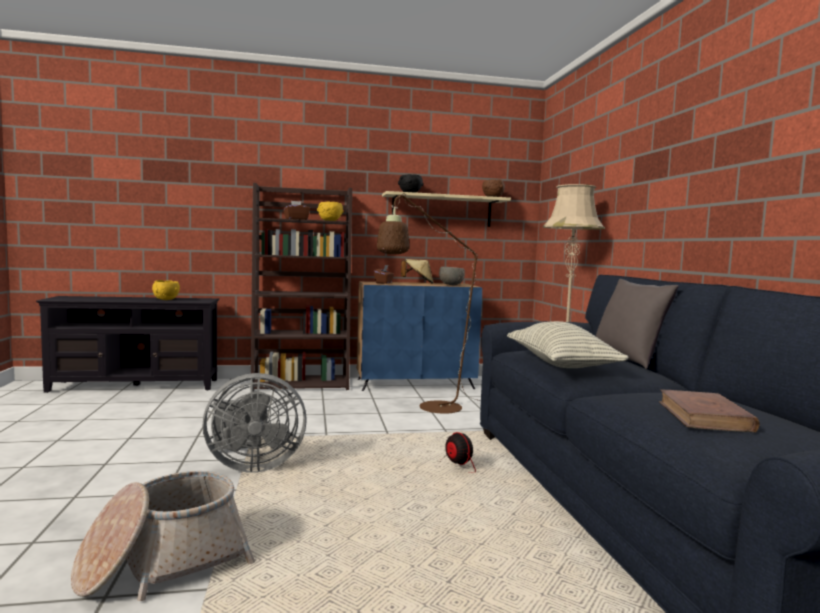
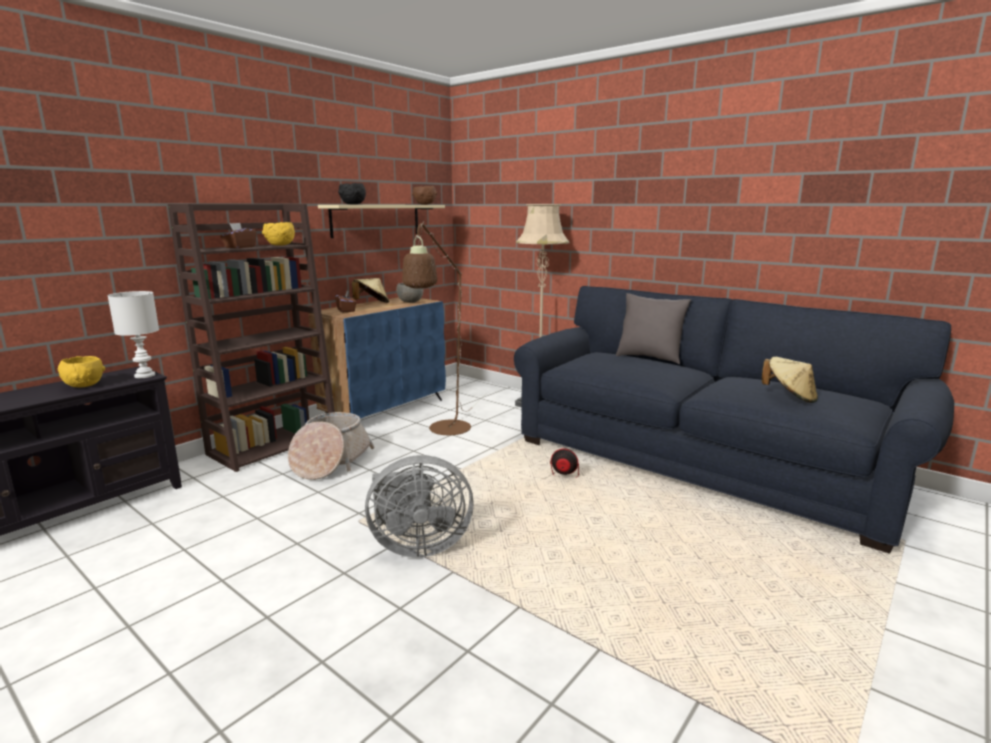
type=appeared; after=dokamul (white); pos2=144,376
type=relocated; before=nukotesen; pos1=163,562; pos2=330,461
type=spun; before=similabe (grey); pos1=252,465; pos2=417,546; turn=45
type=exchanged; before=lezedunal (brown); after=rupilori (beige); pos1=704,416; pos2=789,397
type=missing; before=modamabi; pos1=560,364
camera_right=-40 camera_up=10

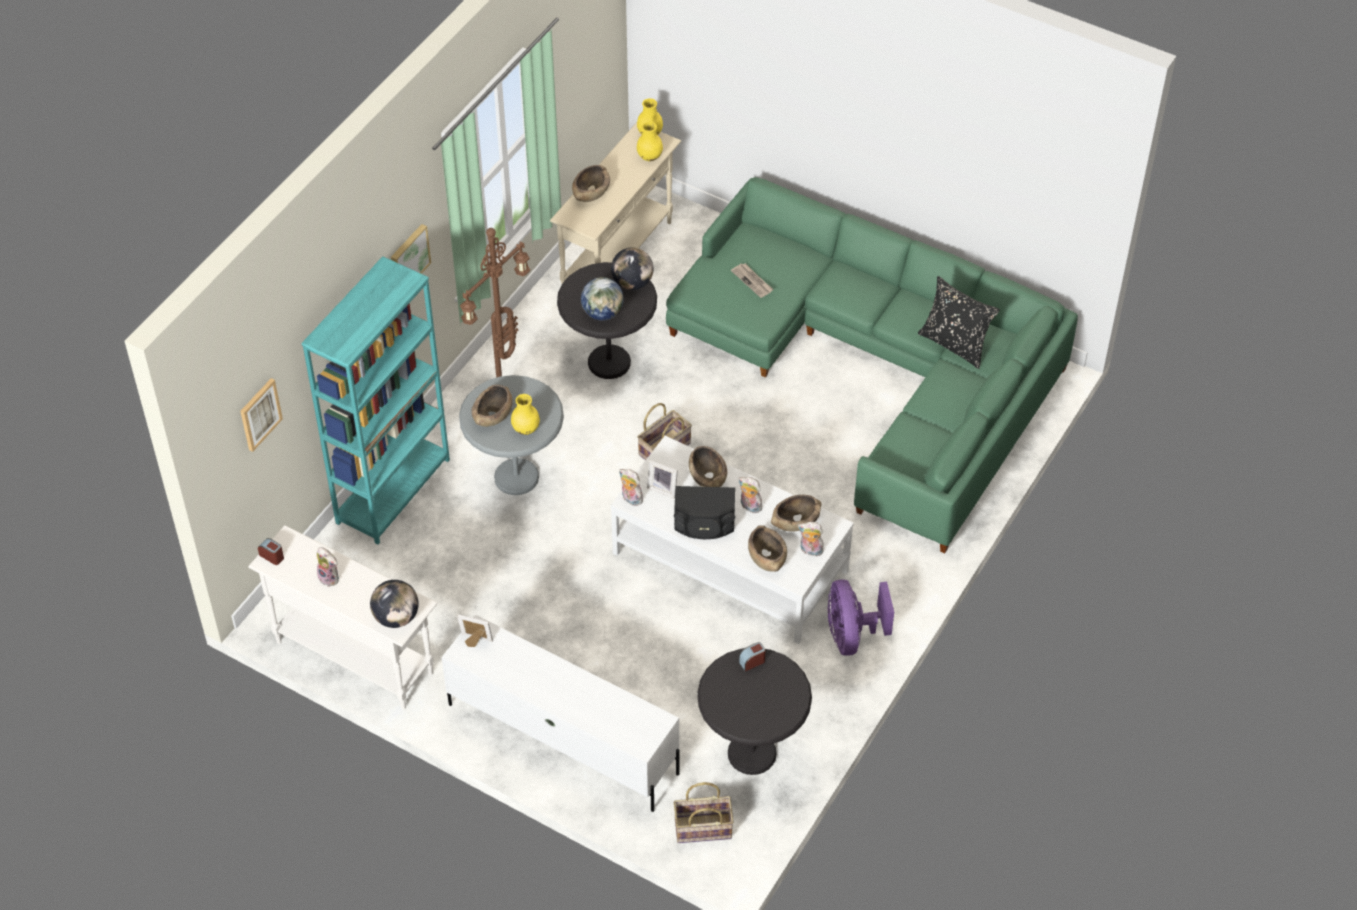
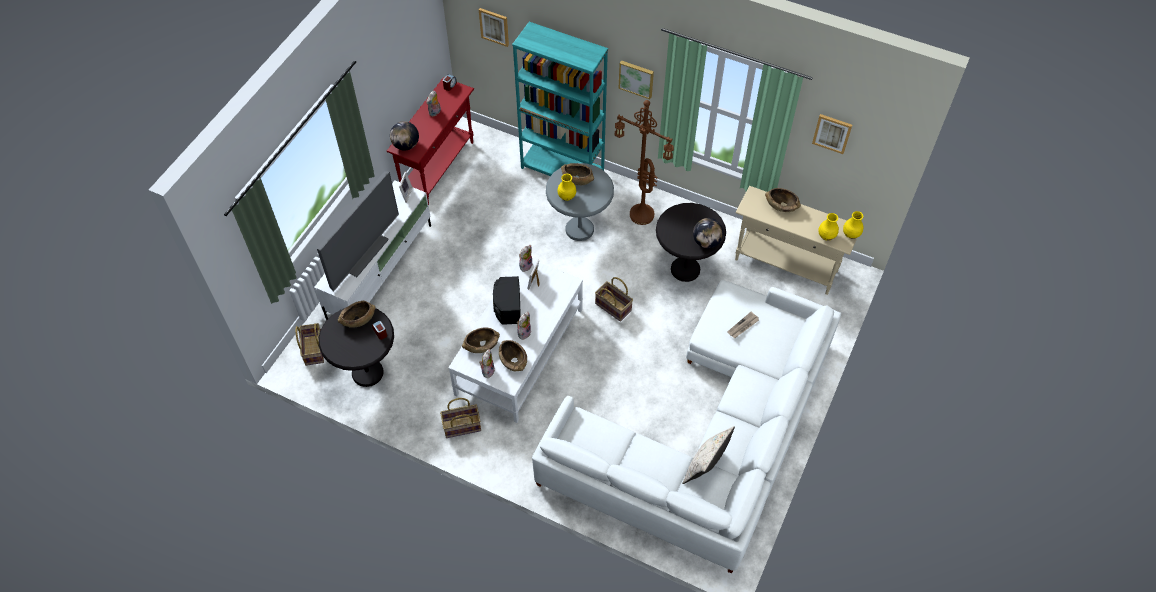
type=appeared; after=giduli; pos2=362,252
type=relocated; before=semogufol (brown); pos1=708,476; pos2=358,319
type=colour; before=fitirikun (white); after=fitirikun (red); pos1=354,657; pos2=438,168
type=exchanged; before=similabe (purple); after=nukotesen; pos1=851,635; pos2=462,427
type=colour; before=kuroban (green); after=kuroban (white); pos1=877,369; pos2=708,435
type=colour; before=modamabi (black); after=modamabi (beige); pos1=955,344; pos2=705,466
type=appeared; after=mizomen; pos2=832,133
type=missing; before=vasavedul; pos1=602,313
camera_right=85 camera_up=5

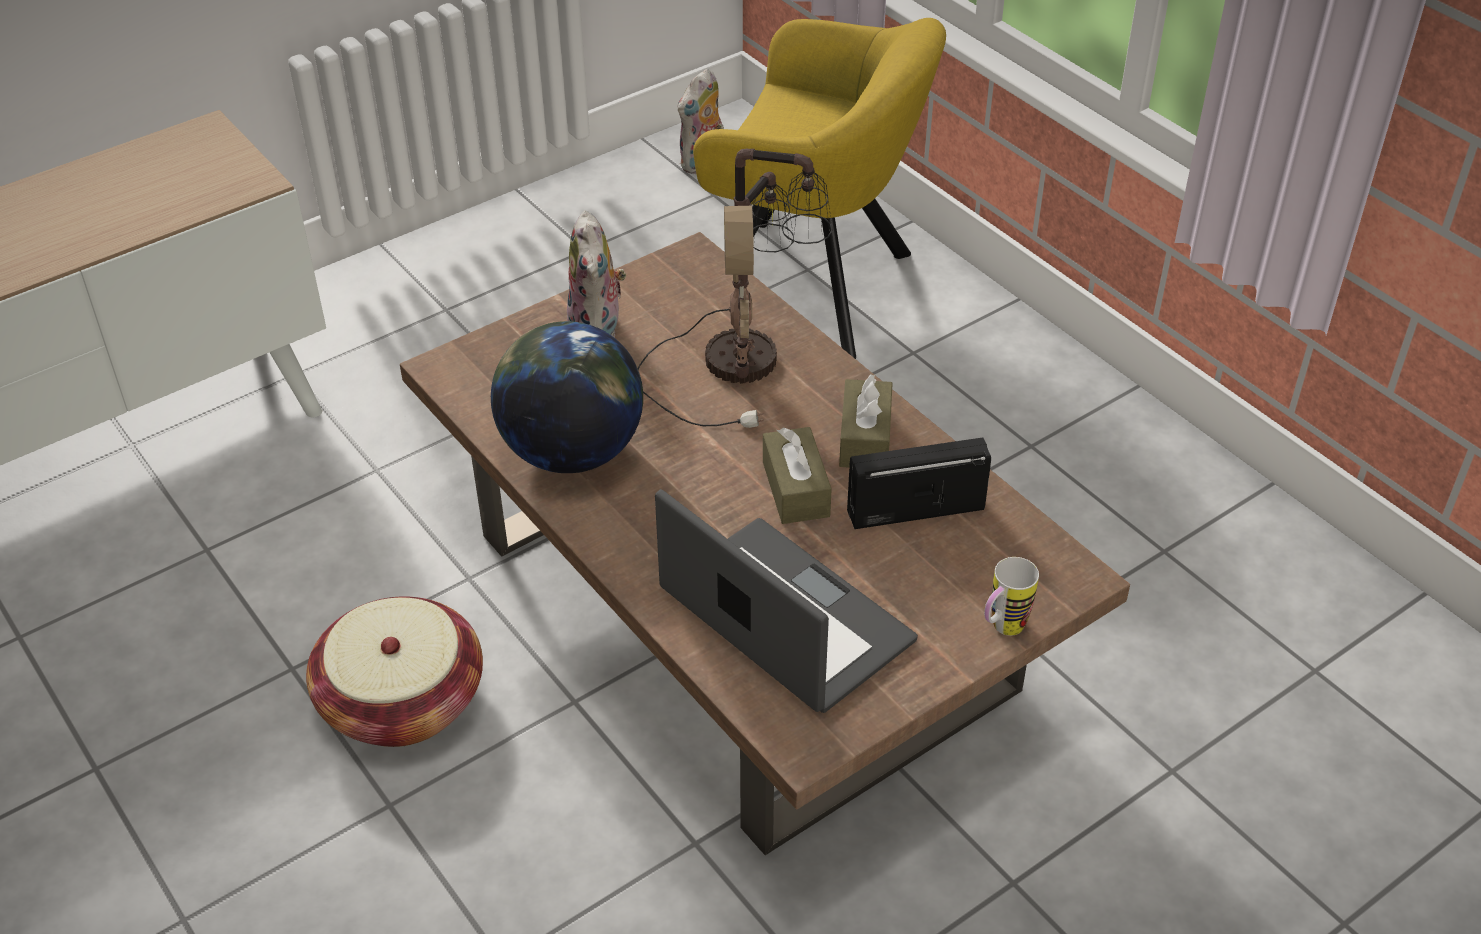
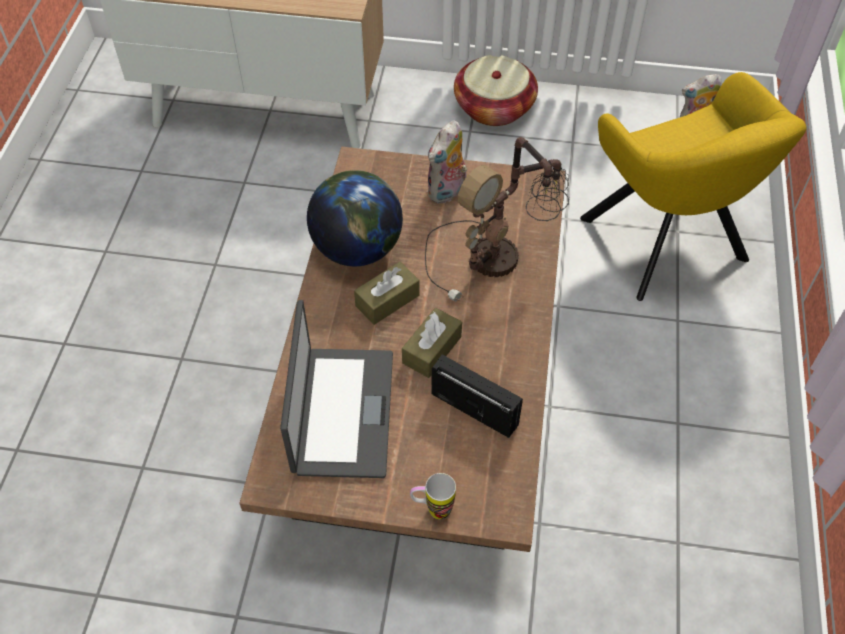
type=relocated; before=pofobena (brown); pos1=865,438; pos2=387,300
type=relocated; before=nukotesen; pos1=402,701; pos2=494,107
camera_right=45 camera_up=10

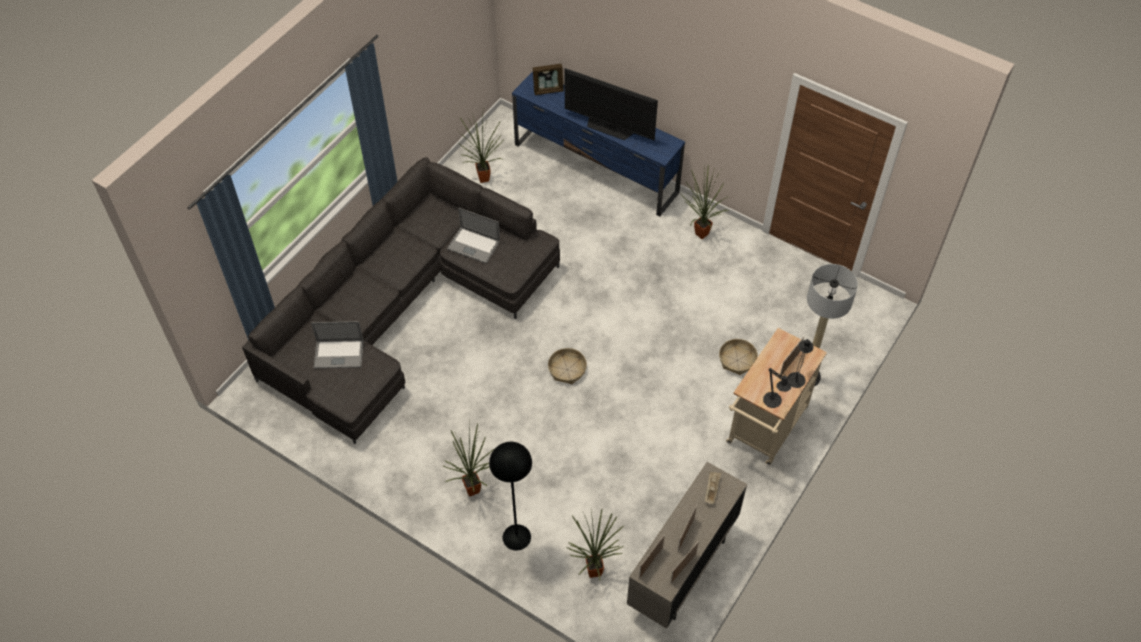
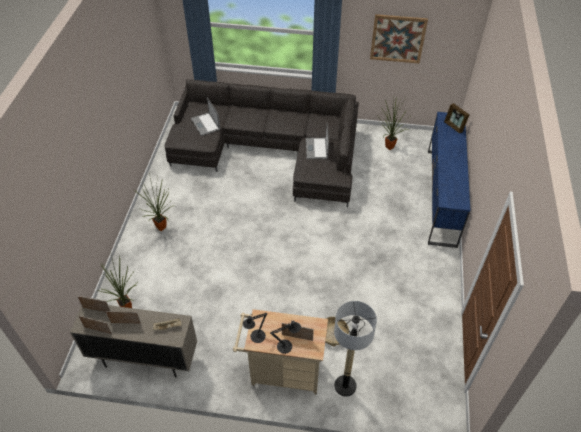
type=appeared; after=mizomen; pos2=397,39
type=missing; before=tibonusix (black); pos1=516,537
type=missing; before=nukotesen; pos1=567,370
type=missing; before=giduli; pos1=609,127
type=missing; before=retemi; pos1=699,235
camera_right=65 camera_up=-5

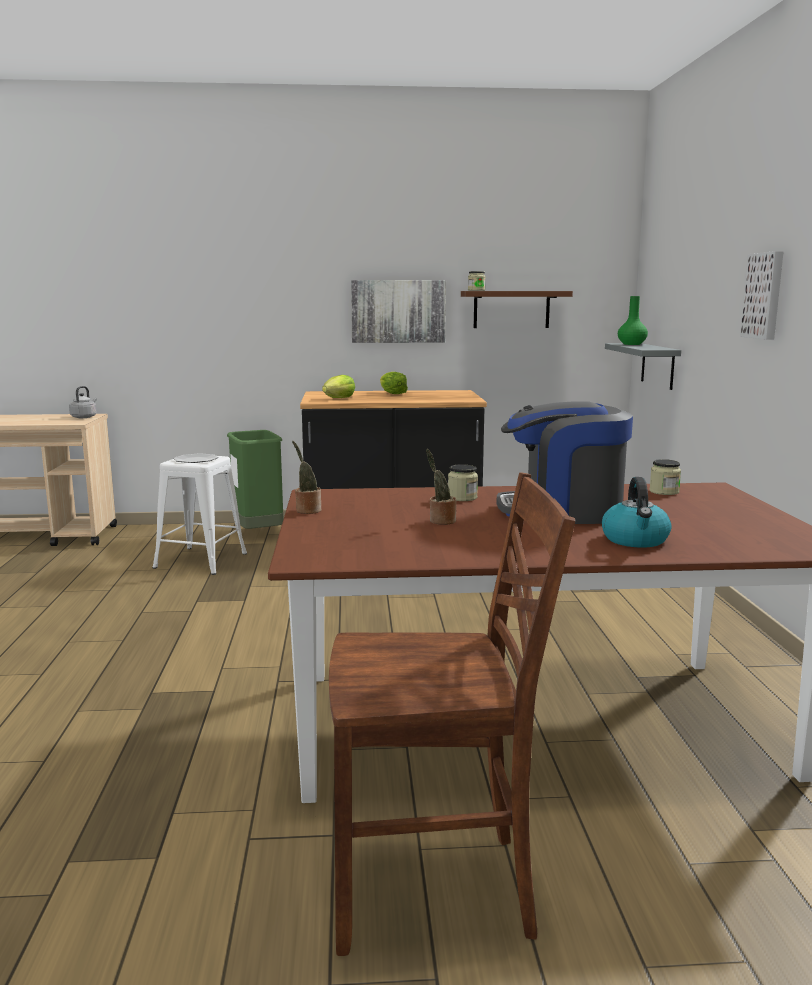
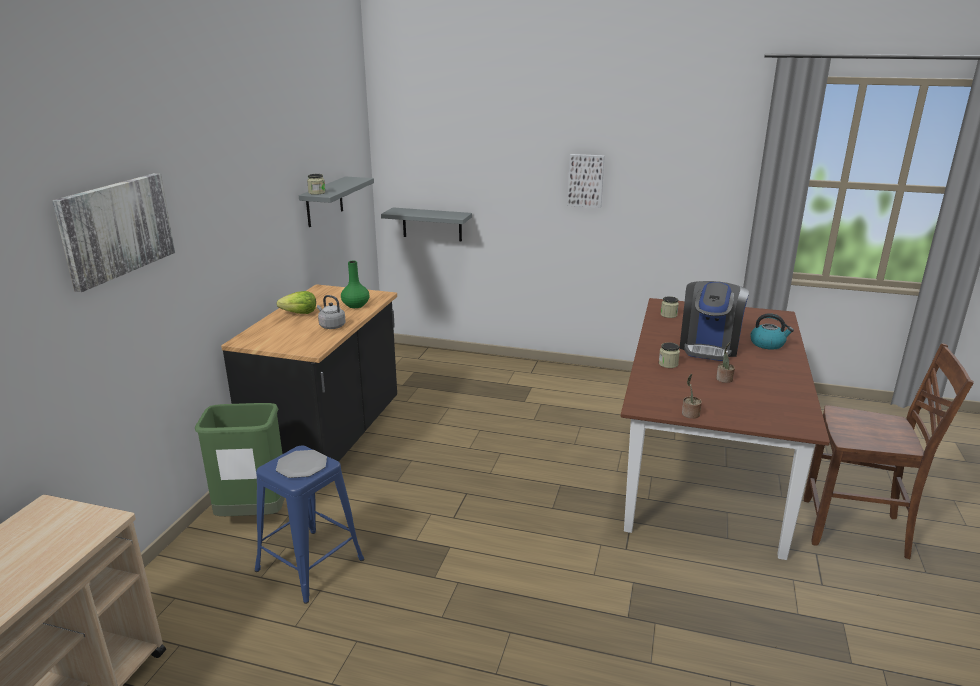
type=relocated; before=mizomen; pos1=398,311; pos2=116,228
type=colour; before=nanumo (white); after=nanumo (blue); pos1=201,560; pos2=310,564
type=colour; before=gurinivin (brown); after=gurinivin (grey); pos1=511,309; pos2=324,202
type=relocated; before=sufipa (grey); pos1=84,417; pos2=331,326
type=relocated; before=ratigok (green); pos1=631,344; pos2=355,305
type=spun; before=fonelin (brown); pos1=435,889; pos2=857,530; turn=90
type=missing; before=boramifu; pos1=339,398
camera_right=-70 camera_up=10

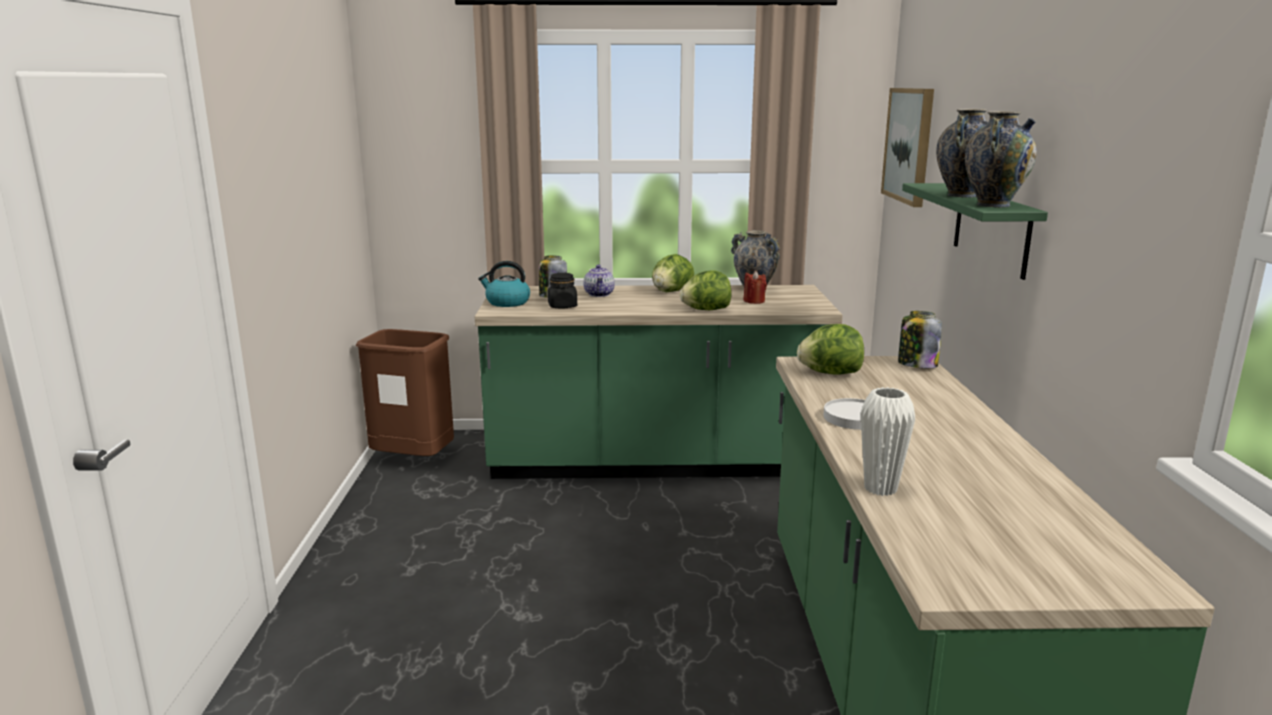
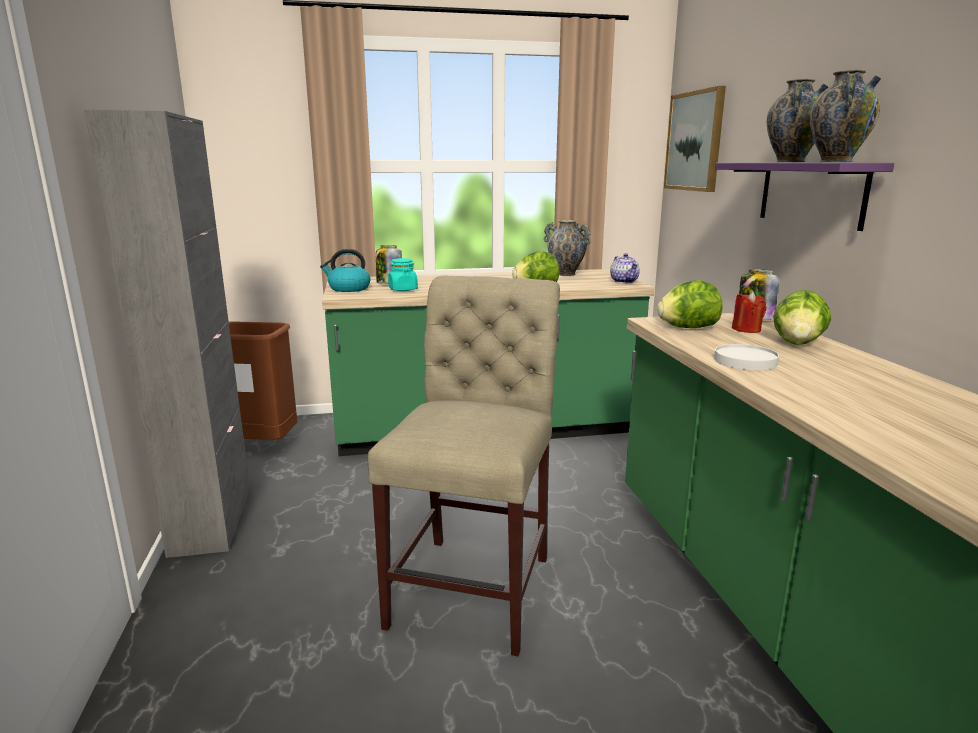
type=appeared; after=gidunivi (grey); pos2=212,519
type=appeared; after=fonelin (beige); pos2=476,584
type=colour; before=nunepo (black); after=nunepo (turquoise); pos1=562,306; pos2=403,289
type=relocated; before=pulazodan; pos1=599,294; pos2=624,281
type=colour; before=gurinivin (green); after=gurinivin (purple); pos1=991,228; pos2=811,193
type=relocated; before=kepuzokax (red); pos1=754,301; pos2=746,329
type=relocated; before=boramifu; pos1=671,291; pos2=798,343
type=missing; before=ratigok (white); pos1=880,488
camera_right=-10 camera_up=0

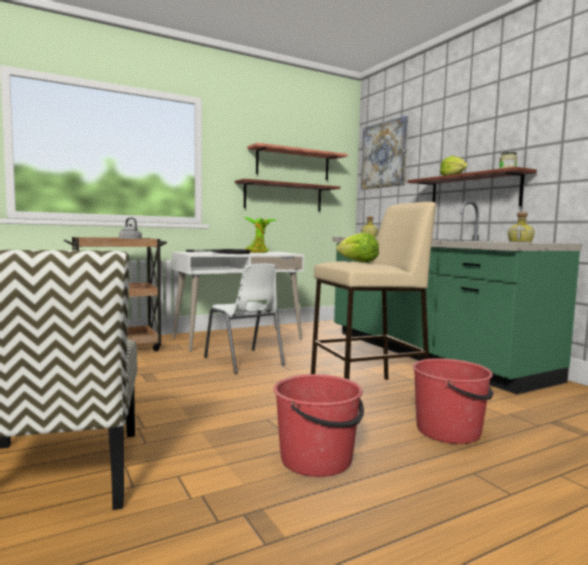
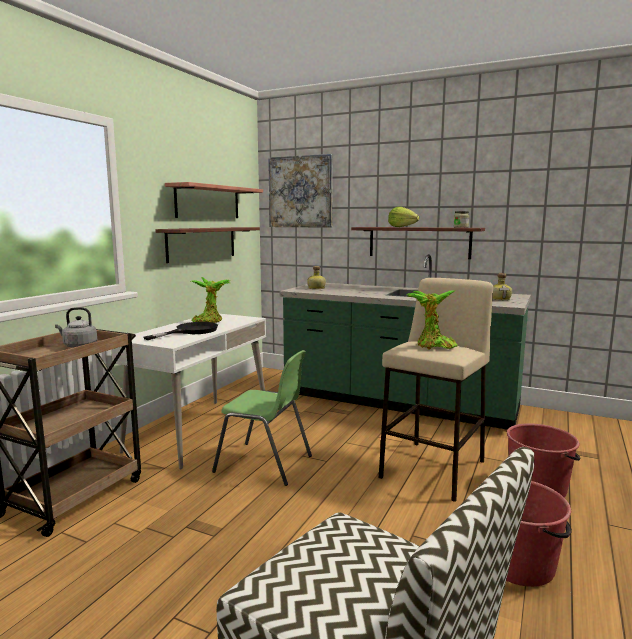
type=colour; before=fonelin (white); after=fonelin (green); pos1=244,361; pos2=265,464
type=exchanged; before=boramifu; after=retemi; pos1=357,261; pos2=433,346
camera_right=-35 camera_up=5

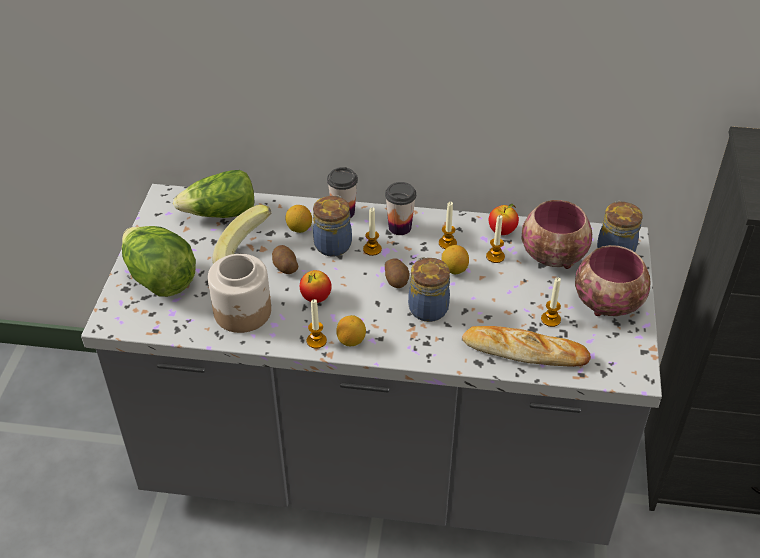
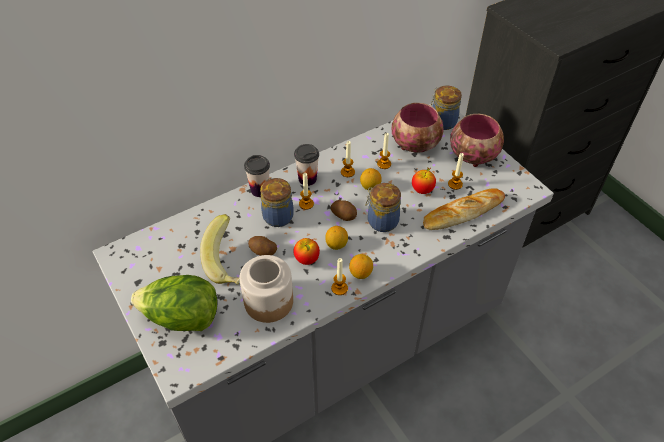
type=relocated; before=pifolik; pos1=299,229; pos2=336,245
type=relocated; before=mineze; pos1=502,231; pos2=422,190
type=missing; before=boramifu; pos1=221,214
camera_right=-40 camera_up=5

